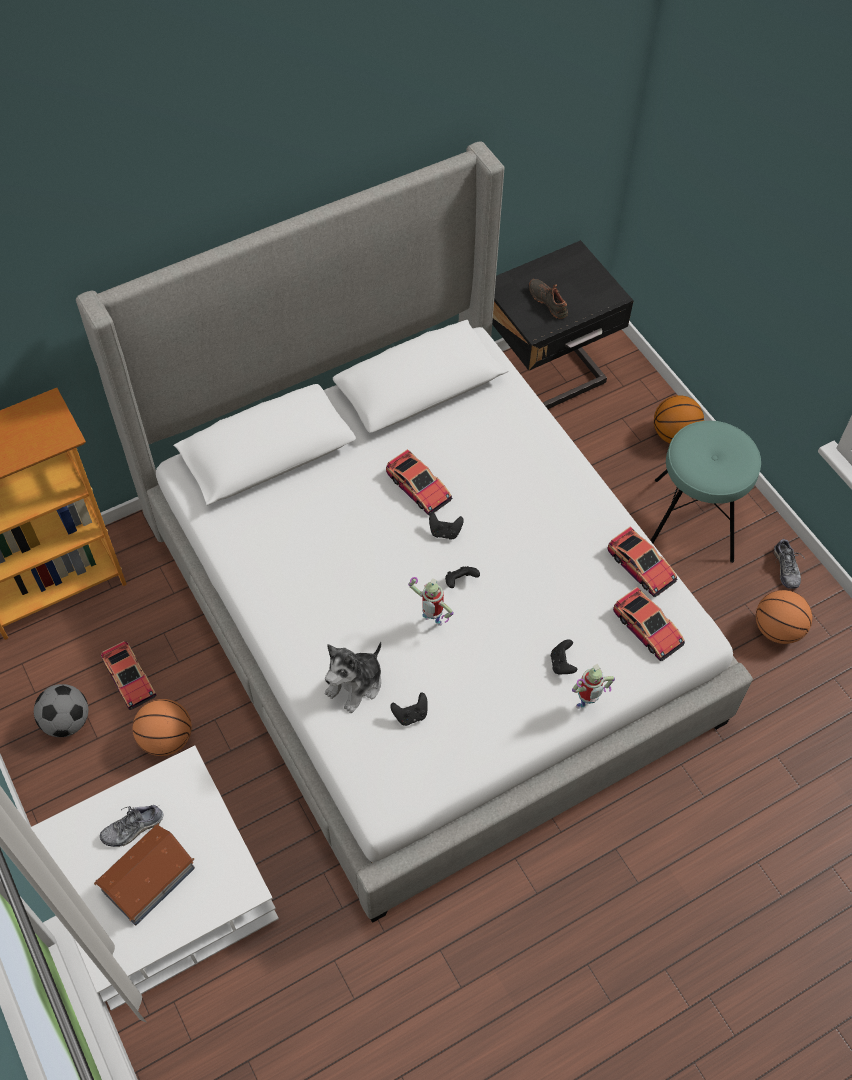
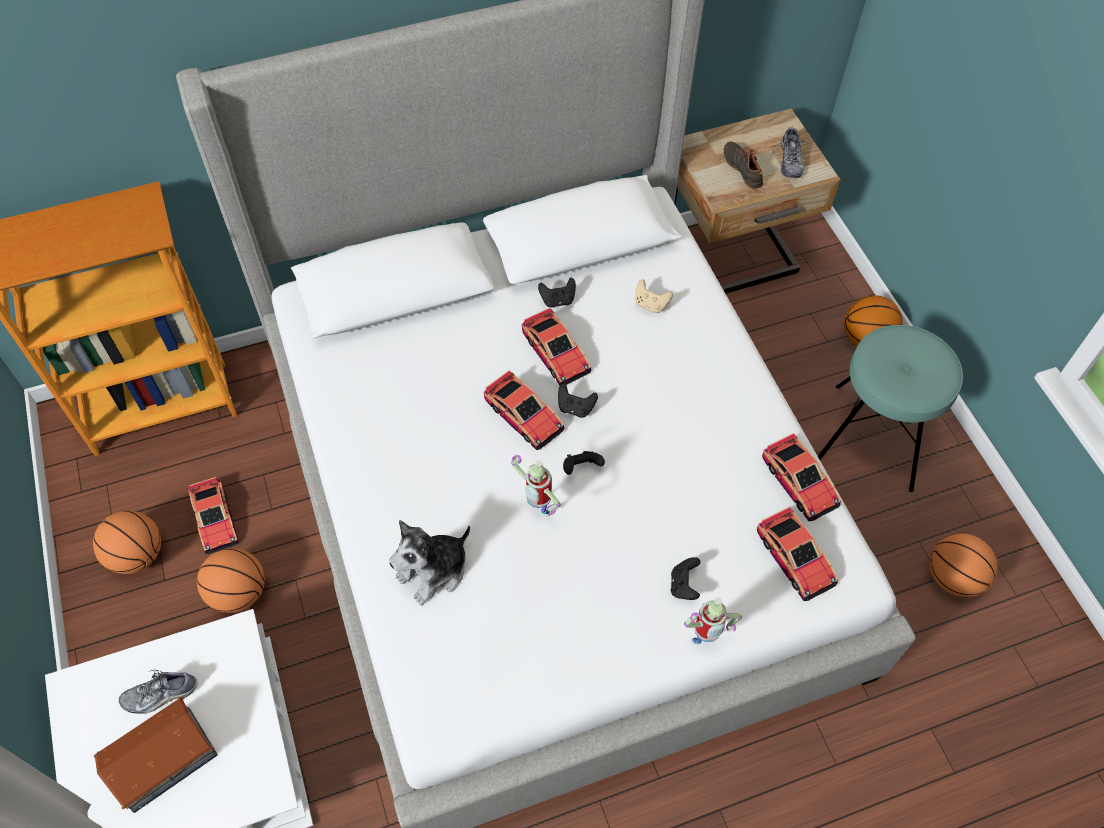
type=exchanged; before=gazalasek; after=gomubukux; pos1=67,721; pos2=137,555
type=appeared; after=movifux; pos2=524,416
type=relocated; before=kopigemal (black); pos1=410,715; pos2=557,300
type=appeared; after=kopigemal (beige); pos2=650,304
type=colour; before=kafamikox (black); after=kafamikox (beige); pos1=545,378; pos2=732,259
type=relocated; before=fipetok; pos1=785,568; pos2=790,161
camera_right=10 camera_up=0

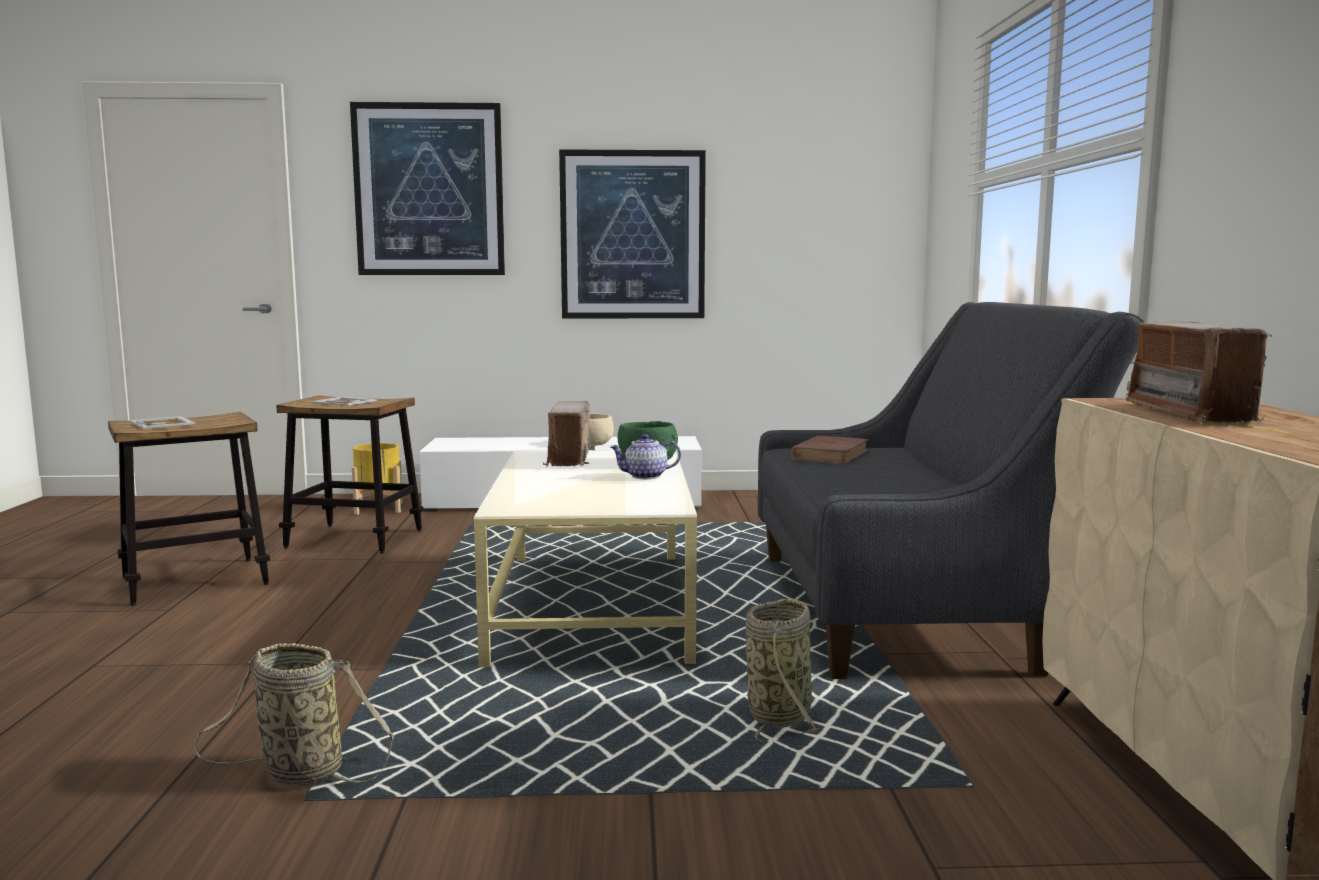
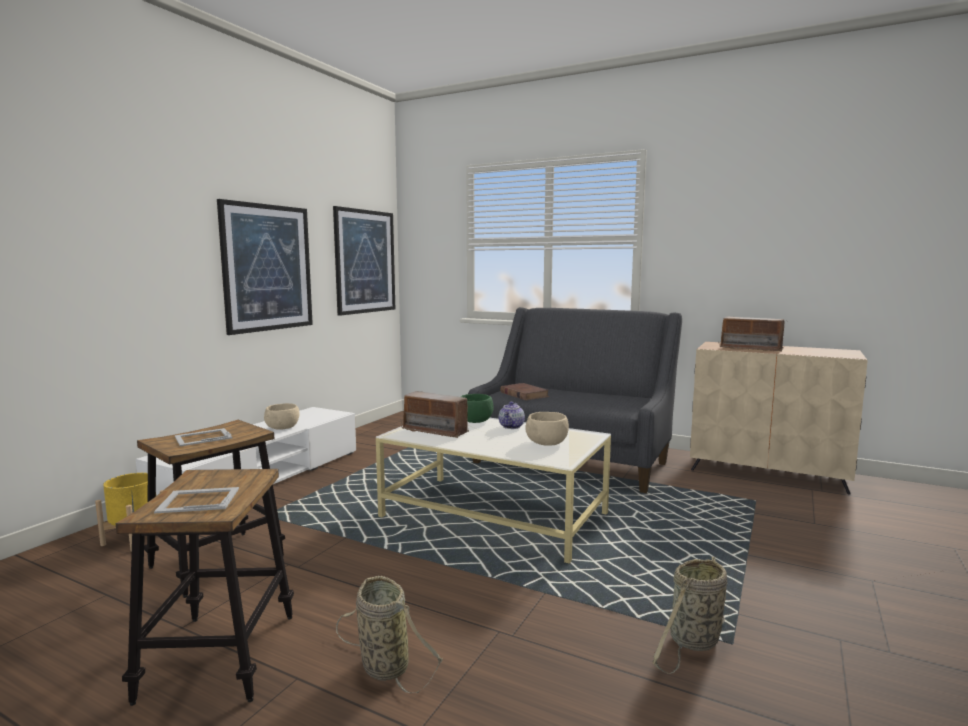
type=relocated; before=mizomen; pos1=429,190; pos2=365,261
type=relocated; before=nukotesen; pos1=780,714; pos2=382,665
type=appeared; after=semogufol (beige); pos2=546,443
camera_right=-60 camera_up=0

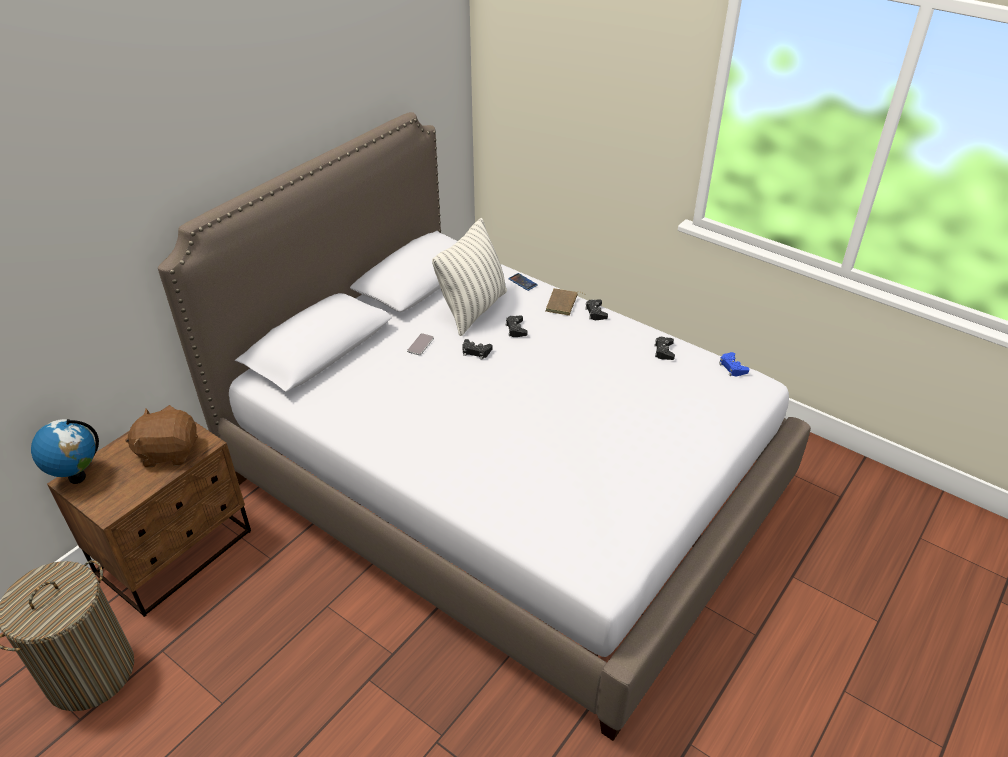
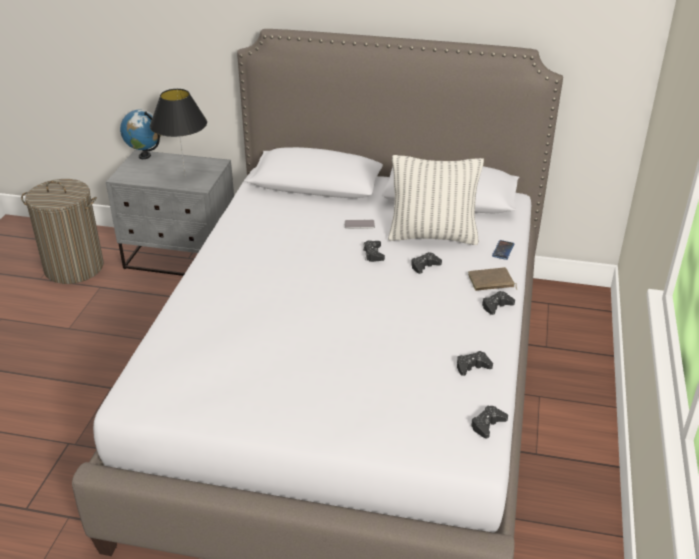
type=colour; before=kafamikox (brown); after=kafamikox (grey); pos1=176,552; pos2=181,258
type=exchanged; before=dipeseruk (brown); after=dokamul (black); pos1=168,452; pos2=185,176
type=colour; before=kopigemal (blue); after=kopigemal (black); pos1=732,367; pos2=487,425
camera_right=65 camera_up=-5

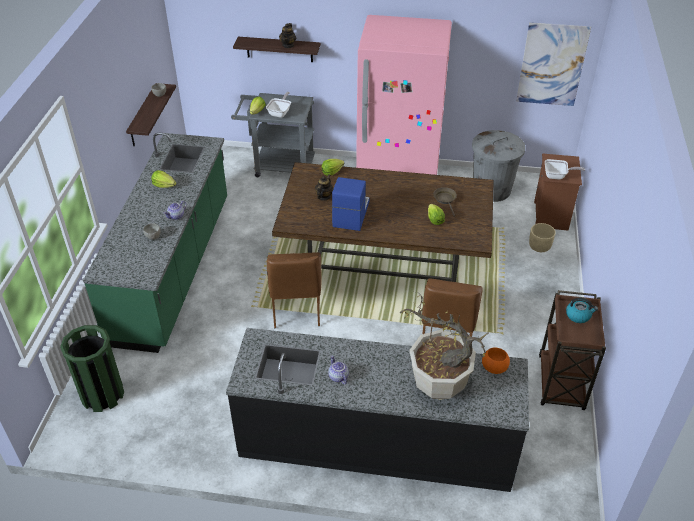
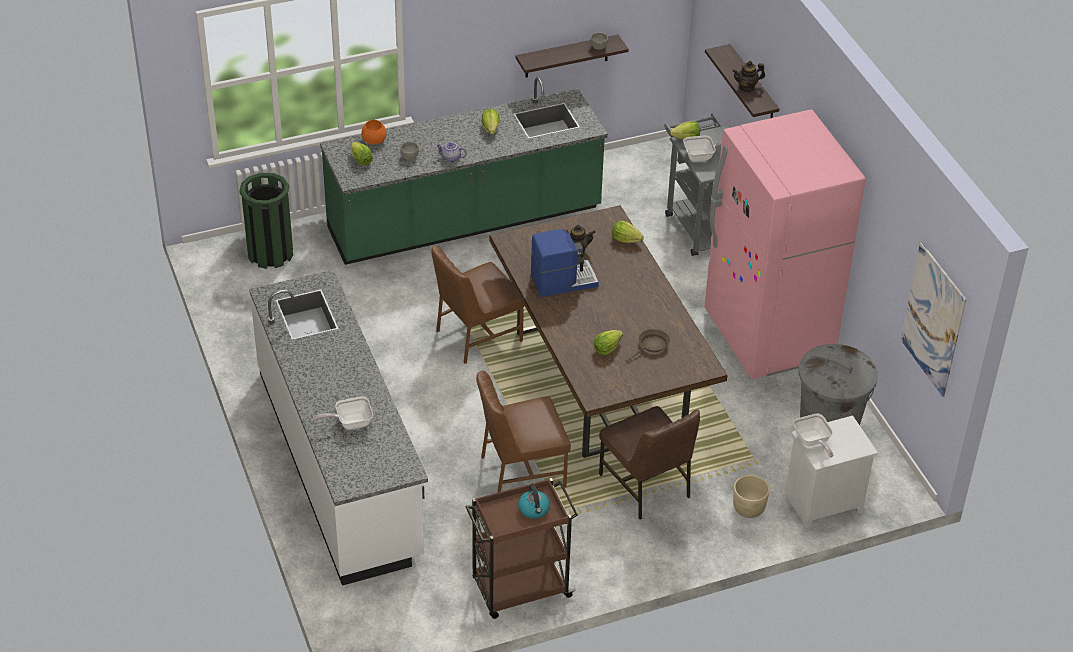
type=colour; before=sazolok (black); after=sazolok (white); pos1=376,441; pos2=340,463
type=exchanged; before=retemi; after=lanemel; pos1=438,383; pos2=350,422
type=appeared; after=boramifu; pos2=361,160
type=relocated; before=semogufol (orange); pos1=494,367; pos2=374,140
type=appeared; after=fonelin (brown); pos2=646,486
type=colour; before=kafamikox (brown); after=kafamikox (white); pos1=551,216; pos2=823,504
type=missing; before=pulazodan; pos1=338,377
camera_right=60 camera_up=0

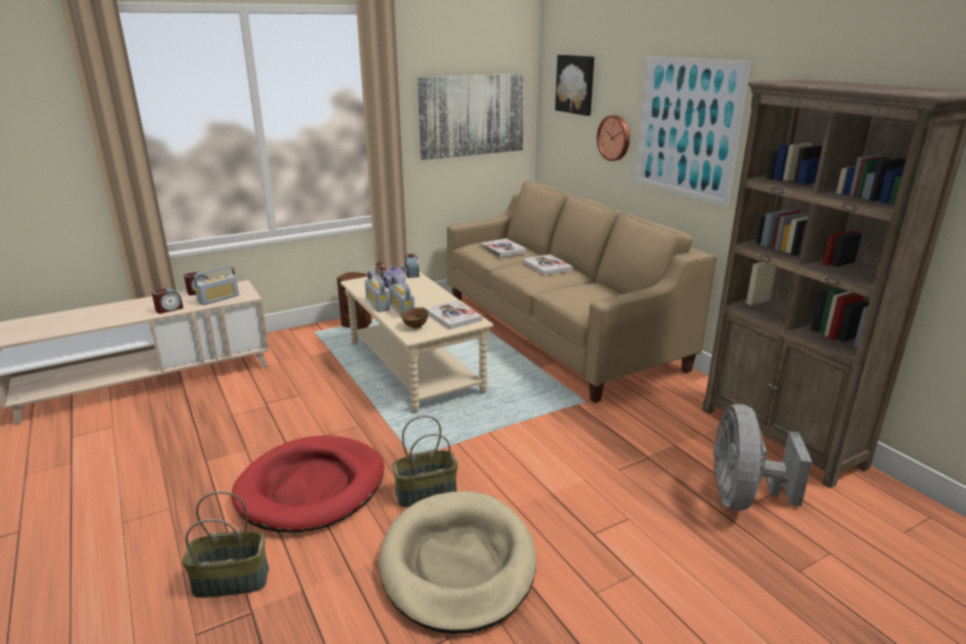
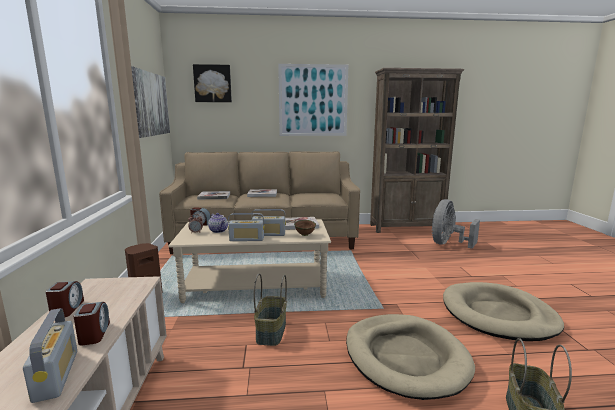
type=relocated; before=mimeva; pos1=218,299; pos2=56,375
type=relocated; before=nukotesen; pos1=425,493; pos2=272,332
type=colour; before=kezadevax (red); after=kezadevax (beige); pos1=312,488; pos2=405,357
type=spun; before=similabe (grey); pos1=742,497; pos2=448,244; turn=90
type=missing; before=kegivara; pos1=615,138
camera_right=-65 camera_up=-10

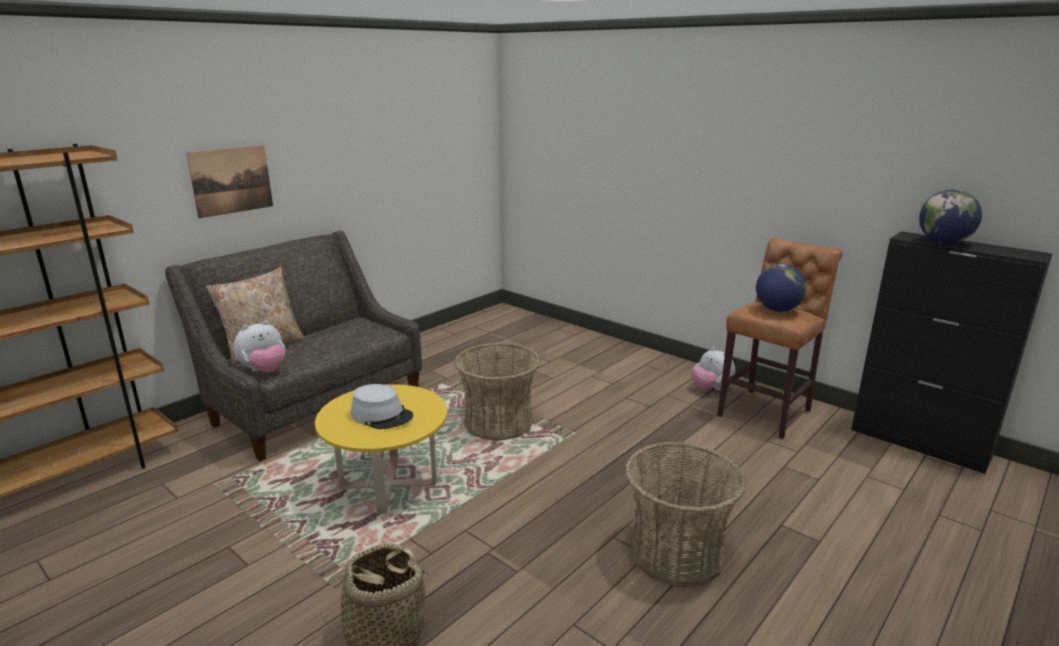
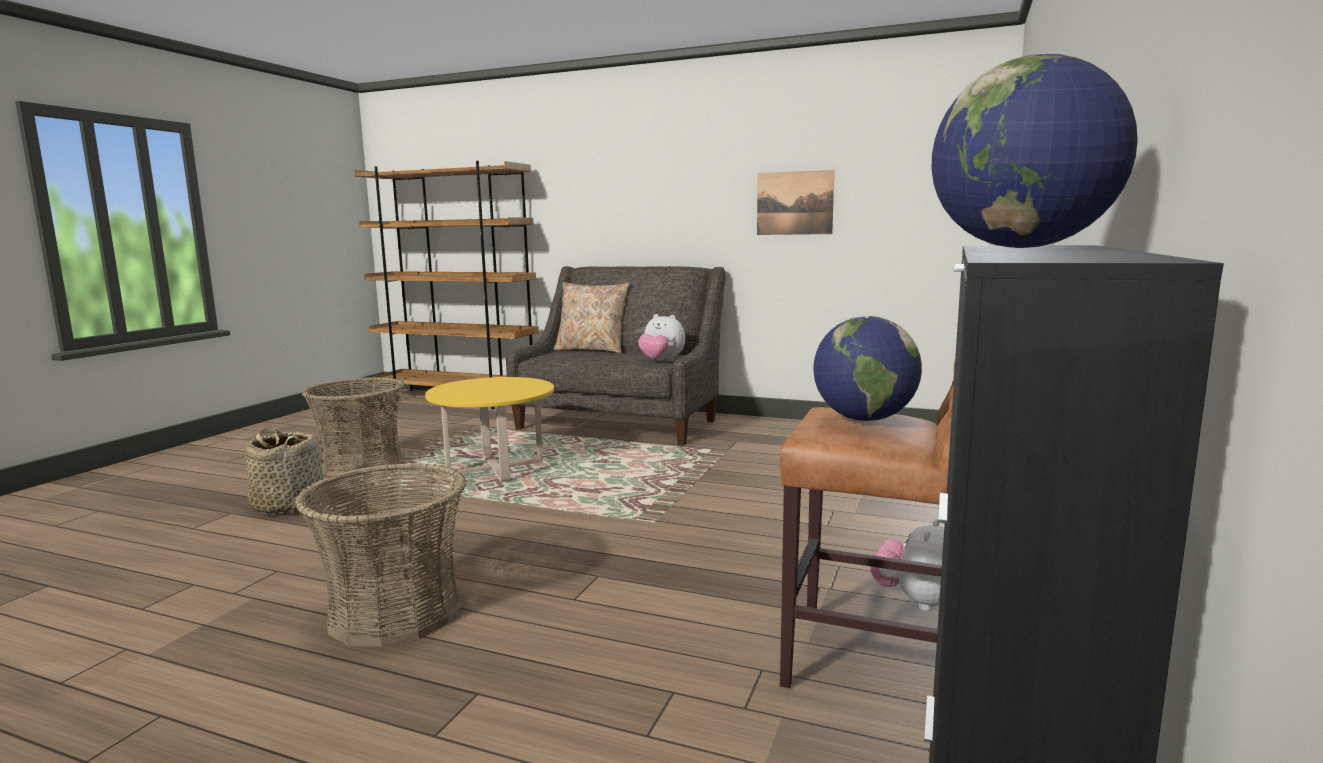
type=relocated; before=nukotesen; pos1=498,423; pos2=362,464
type=relocated; before=dipeseruk; pos1=264,371; pos2=661,361
type=relocated; before=mizomen; pos1=231,180; pos2=794,203
type=missing; before=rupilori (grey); pos1=382,415
camera_right=70 camera_up=-10

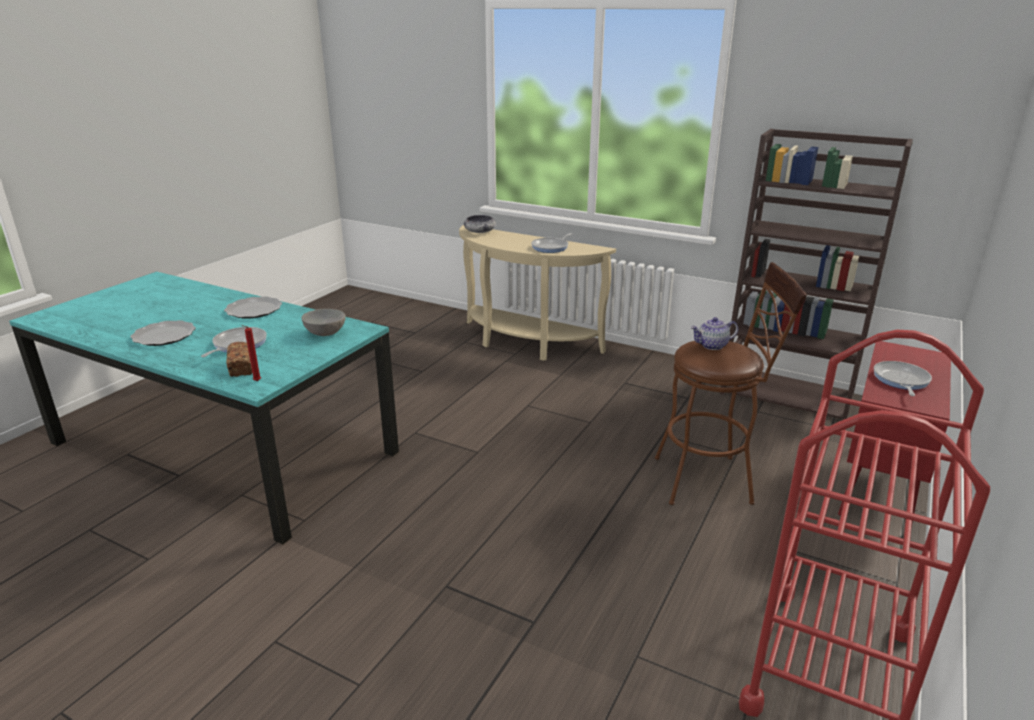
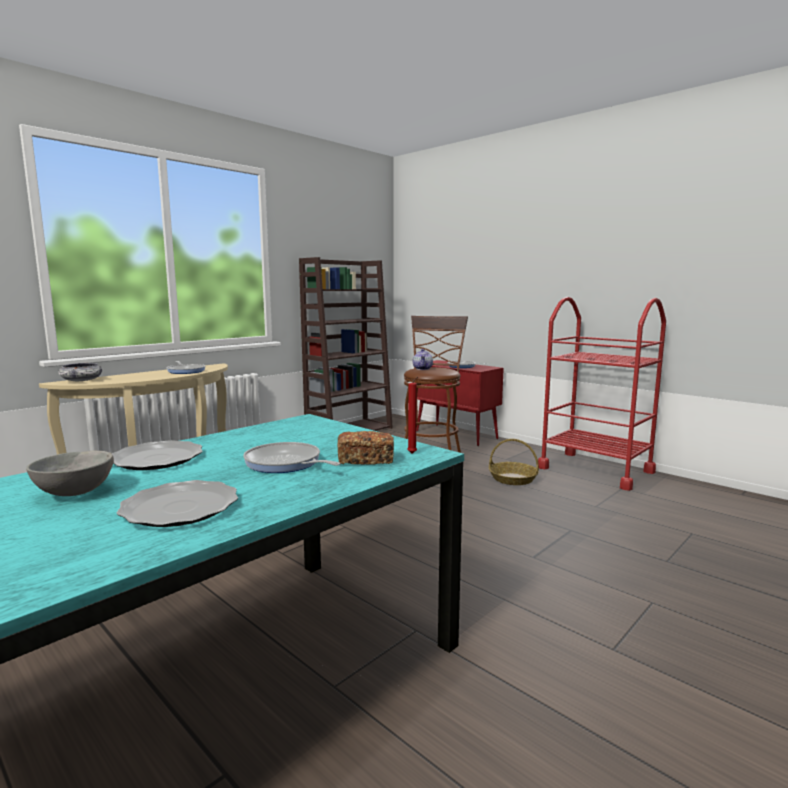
type=relocated; before=semogufol (grey); pos1=325,333; pos2=74,493
type=appeared; after=nukotesen; pos2=512,479
camera_right=-75 camera_up=-15

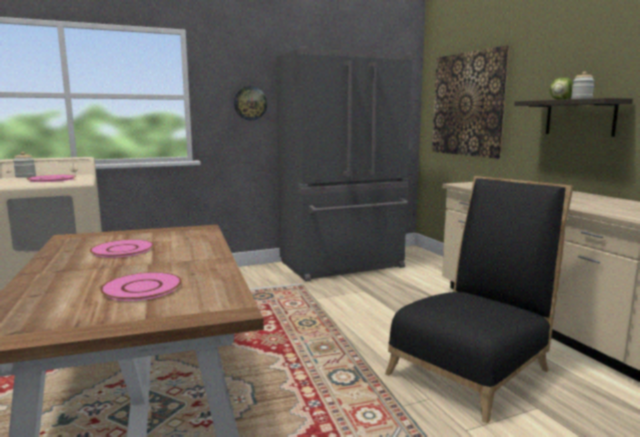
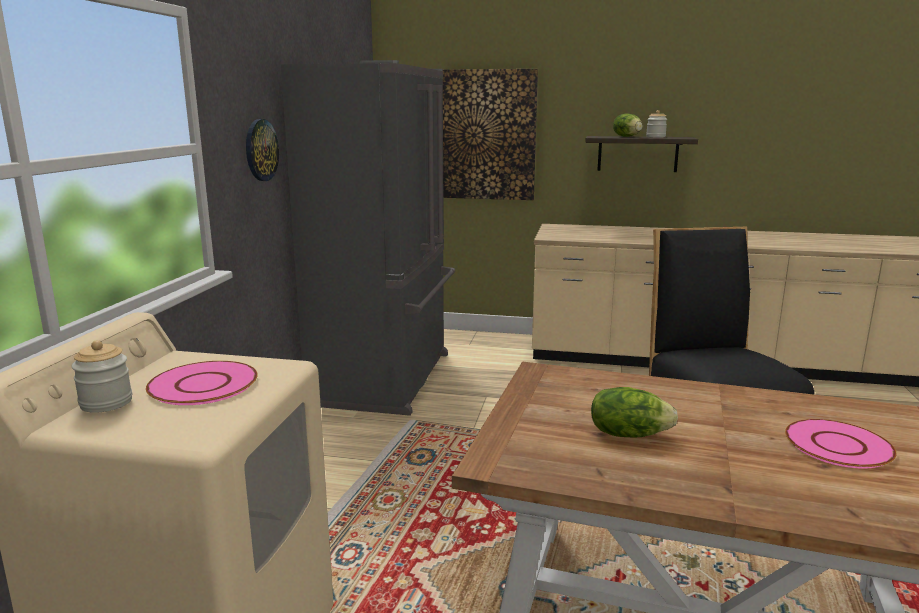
type=exchanged; before=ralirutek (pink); after=boramifu; pos1=123,249; pos2=628,434
camera_right=-55 camera_up=5

